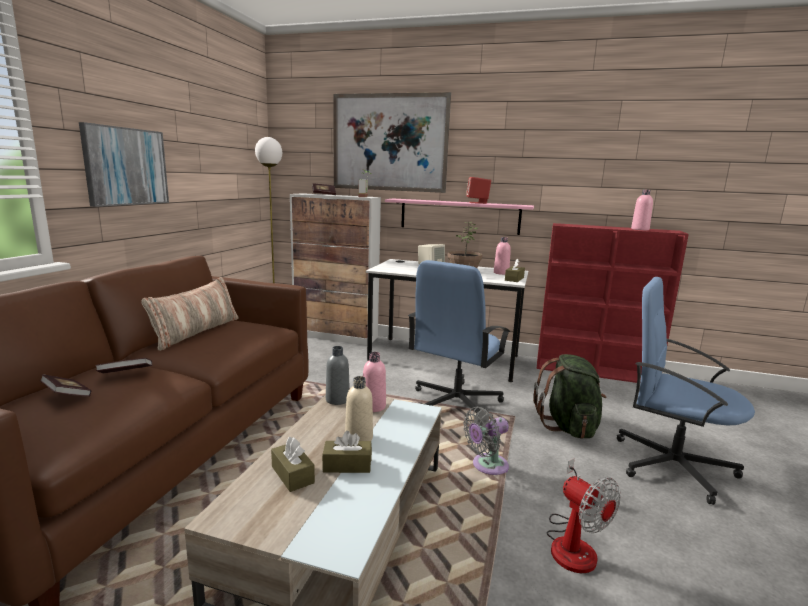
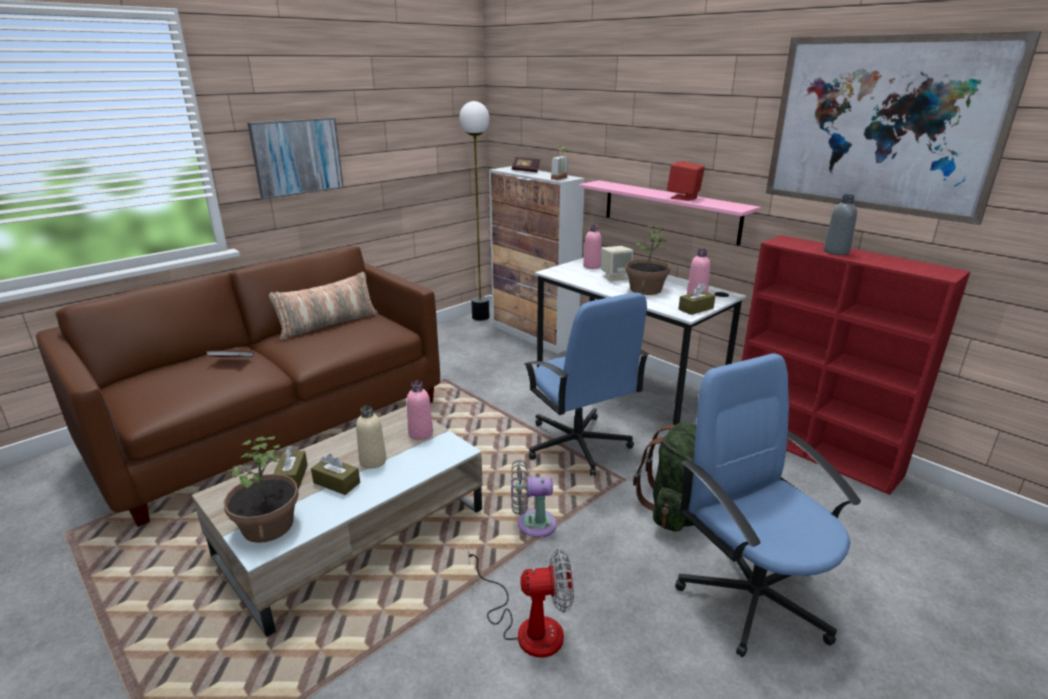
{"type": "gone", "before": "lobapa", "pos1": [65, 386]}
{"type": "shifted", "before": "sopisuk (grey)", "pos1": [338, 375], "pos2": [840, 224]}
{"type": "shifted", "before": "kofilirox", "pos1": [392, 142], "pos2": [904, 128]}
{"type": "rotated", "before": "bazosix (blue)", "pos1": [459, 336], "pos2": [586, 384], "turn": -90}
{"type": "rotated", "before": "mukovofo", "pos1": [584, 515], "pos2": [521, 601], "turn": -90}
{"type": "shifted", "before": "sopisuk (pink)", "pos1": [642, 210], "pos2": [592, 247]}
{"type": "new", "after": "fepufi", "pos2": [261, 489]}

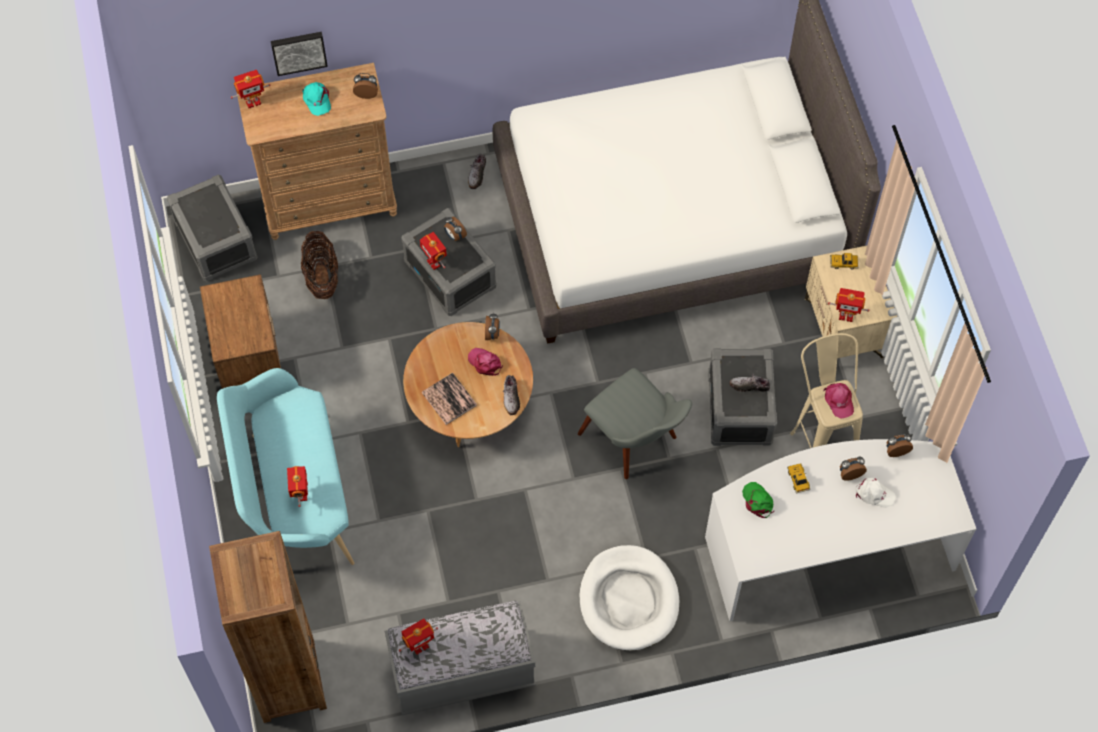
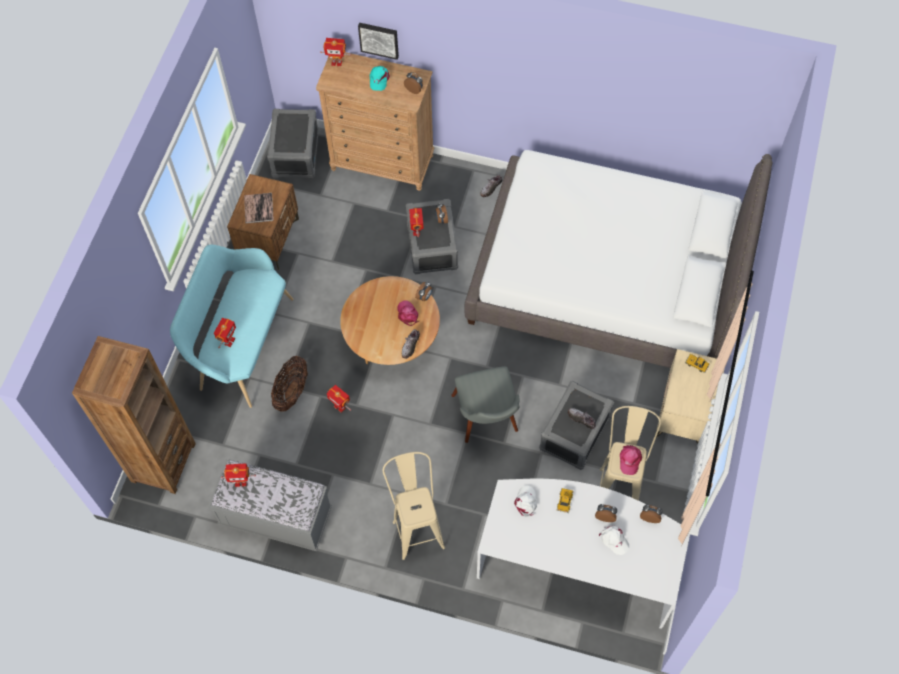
{"type": "shifted", "before": "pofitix", "pos1": [319, 265], "pos2": [289, 384]}
{"type": "shifted", "before": "lobapa", "pos1": [449, 399], "pos2": [259, 208]}
{"type": "swapped", "before": "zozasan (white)", "after": "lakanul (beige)", "pos1": [629, 598], "pos2": [414, 506]}
{"type": "repainted", "before": "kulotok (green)", "after": "kulotok (white)", "pos1": [758, 500], "pos2": [525, 501]}
{"type": "shifted", "before": "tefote", "pos1": [849, 305], "pos2": [339, 398]}

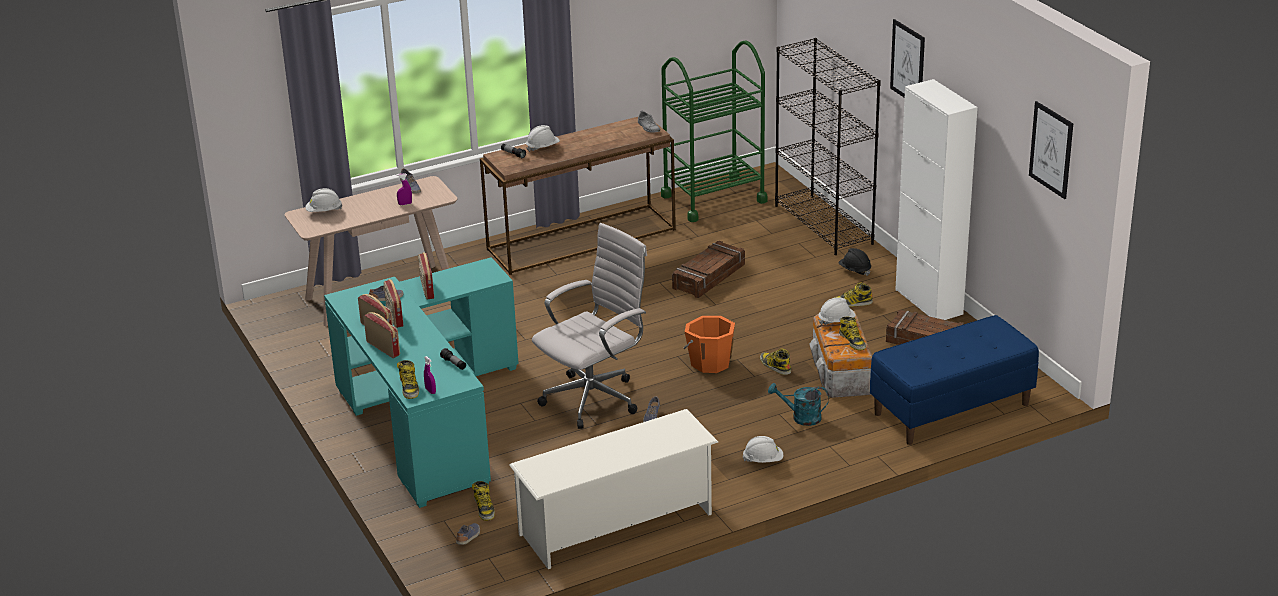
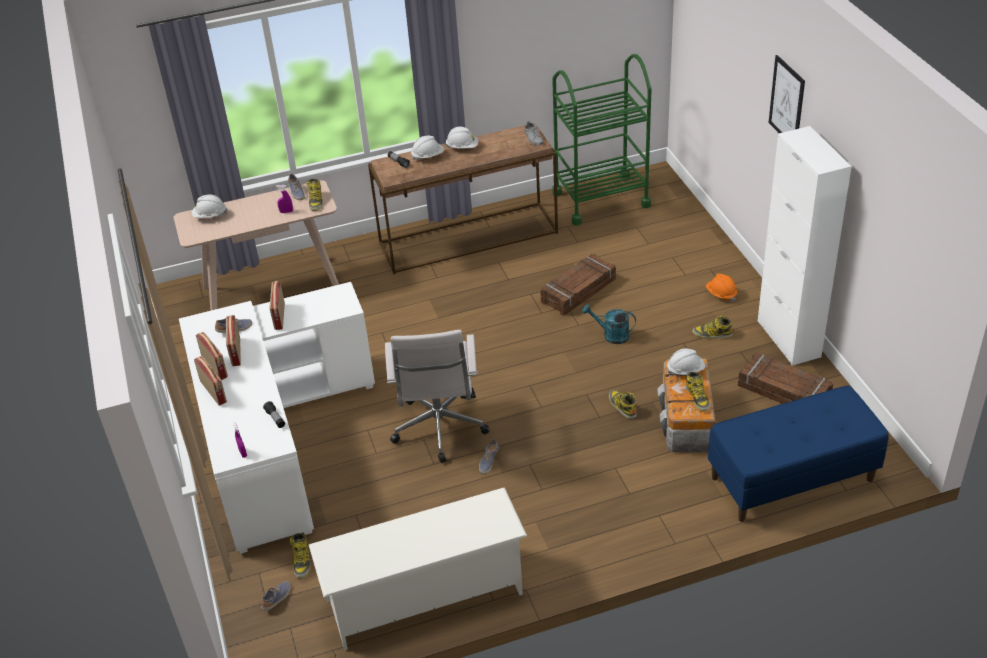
{"type": "repainted", "before": "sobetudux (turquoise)", "after": "sobetudux (white)", "pos1": [421, 382], "pos2": [277, 418]}
{"type": "shifted", "before": "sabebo", "pos1": [408, 379], "pos2": [314, 195]}
{"type": "rotated", "before": "bazosix (white)", "pos1": [589, 326], "pos2": [437, 396], "turn": 120}
{"type": "gone", "before": "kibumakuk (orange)", "pos1": [709, 344]}
{"type": "shifted", "before": "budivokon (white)", "pos1": [763, 449], "pos2": [462, 137]}
{"type": "shifted", "before": "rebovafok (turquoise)", "pos1": [798, 404], "pos2": [609, 324]}
{"type": "gone", "before": "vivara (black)", "pos1": [828, 146]}
{"type": "repainted", "before": "budivokon (black)", "after": "budivokon (orange)", "pos1": [854, 262], "pos2": [721, 288]}
{"type": "gone", "before": "kofilirox", "pos1": [1051, 150]}

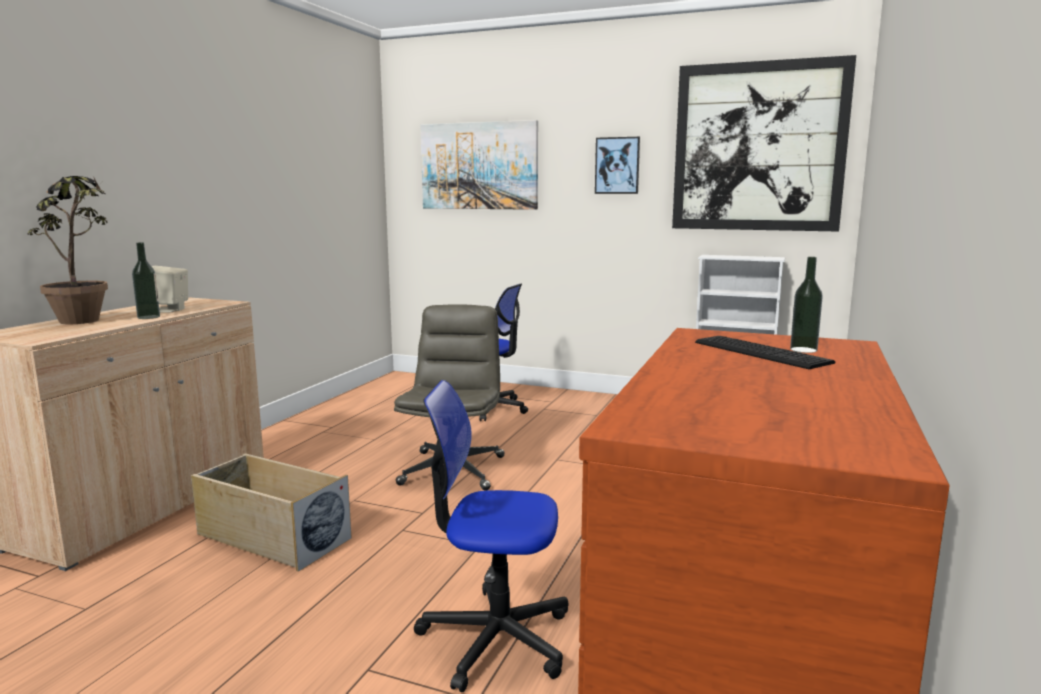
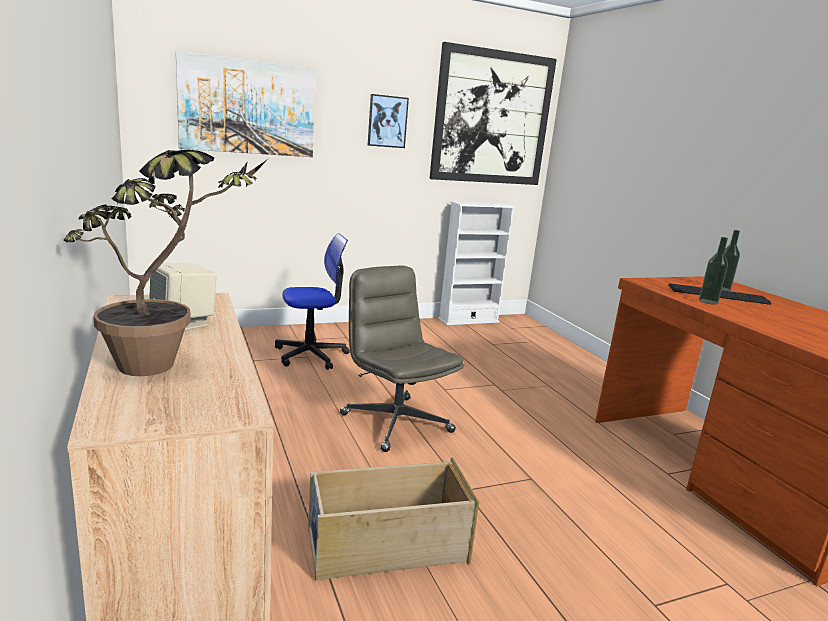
{"type": "shifted", "before": "sopisuk", "pos1": [146, 280], "pos2": [713, 271]}
{"type": "gone", "before": "bazosix", "pos1": [491, 536]}

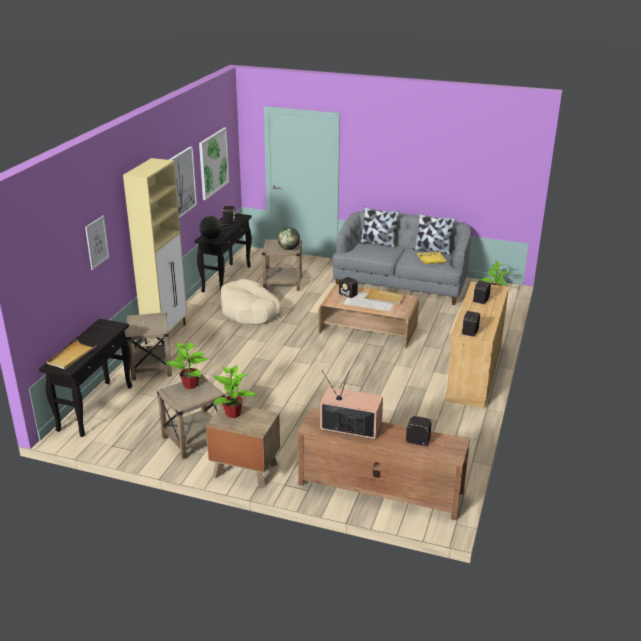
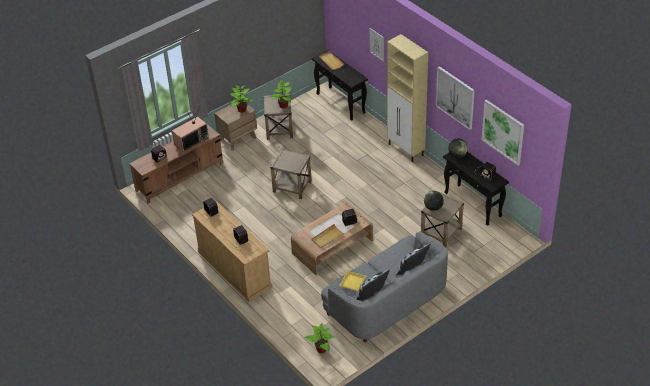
{"type": "shifted", "before": "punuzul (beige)", "pos1": [149, 346], "pos2": [291, 174]}
{"type": "gone", "before": "zozasan (beige)", "pos1": [251, 302]}

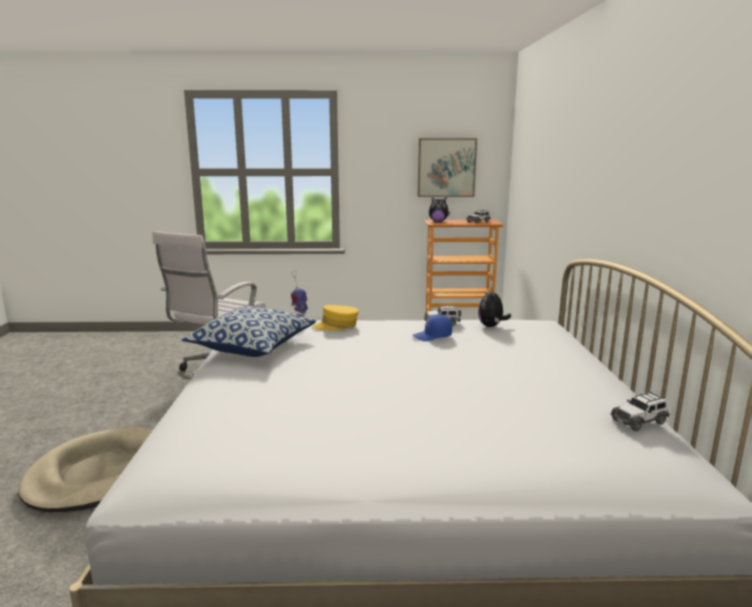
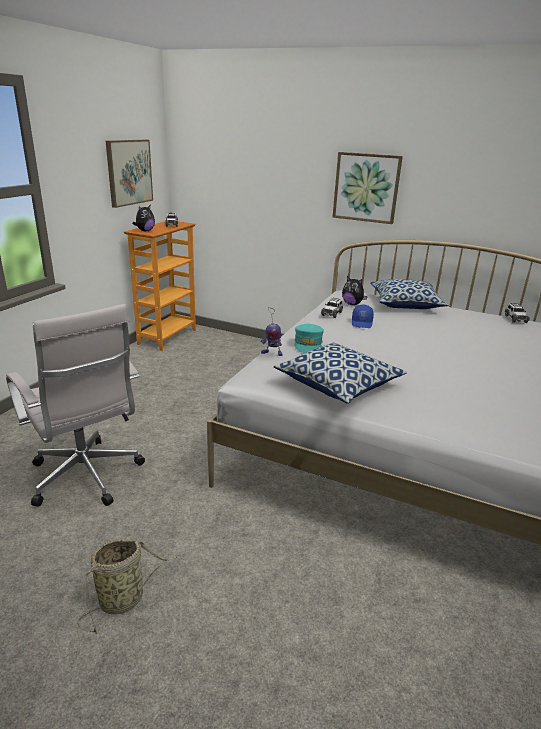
{"type": "gone", "before": "zozasan (beige)", "pos1": [85, 469]}
{"type": "repainted", "before": "kulotok (yellow)", "after": "kulotok (turquoise)", "pos1": [335, 318], "pos2": [309, 338]}
{"type": "new", "after": "pofitix", "pos2": [127, 586]}
{"type": "new", "after": "kofilirox", "pos2": [368, 188]}
{"type": "new", "after": "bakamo", "pos2": [409, 294]}

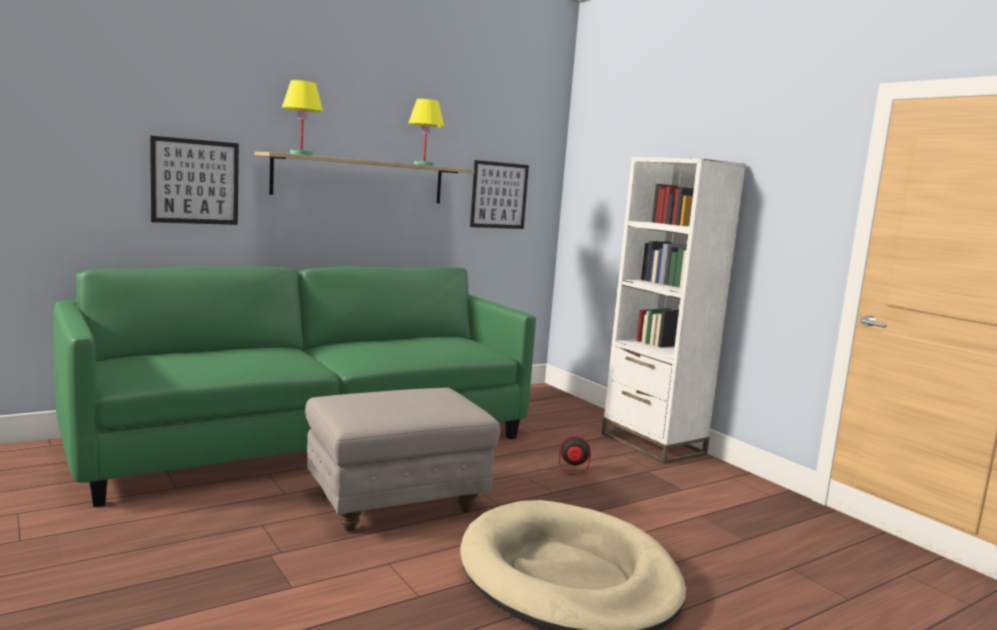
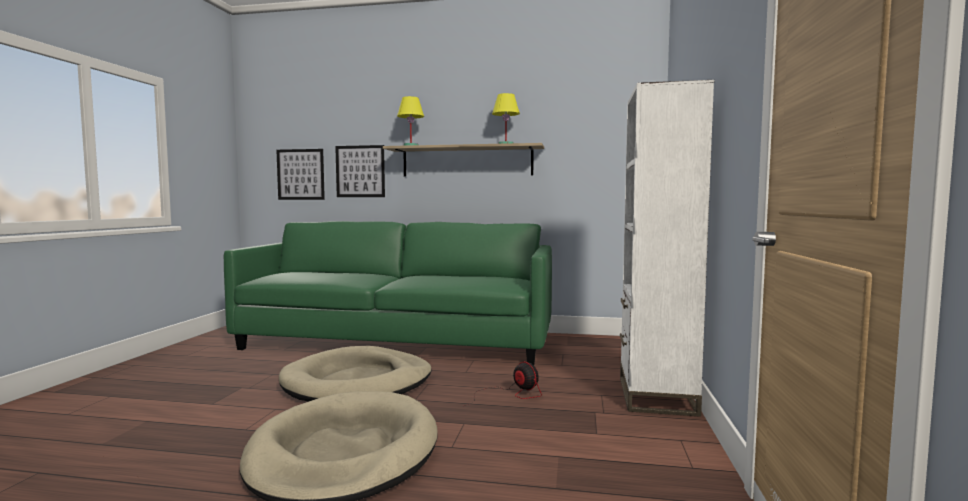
{"type": "swapped", "before": "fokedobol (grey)", "after": "zozasan (beige)", "pos1": [402, 460], "pos2": [355, 374]}
{"type": "shifted", "before": "kofilirox", "pos1": [499, 194], "pos2": [300, 174]}

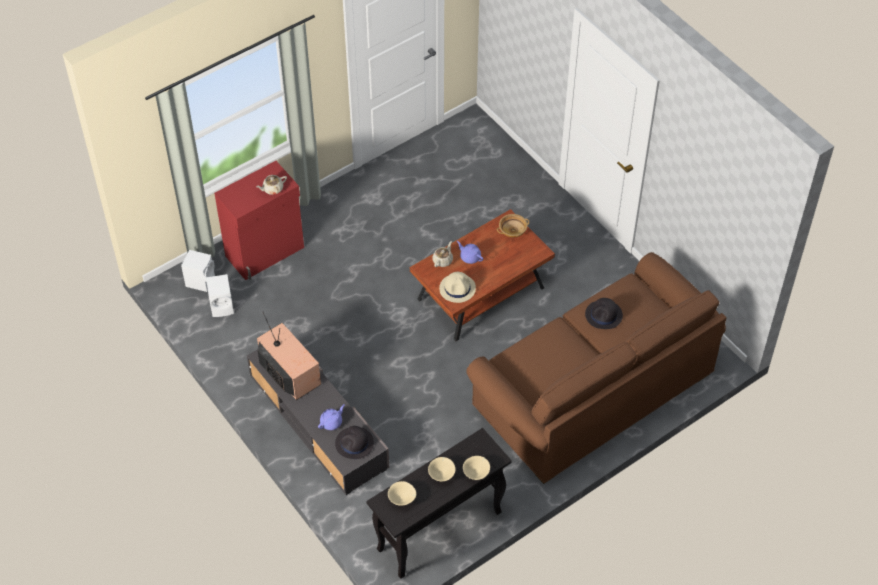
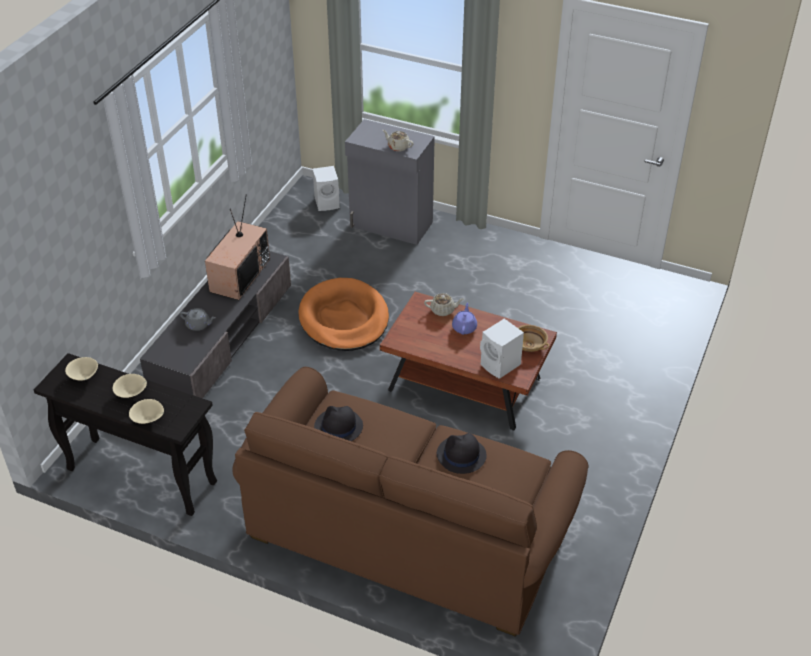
{"type": "shifted", "before": "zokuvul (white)", "pos1": [220, 295], "pos2": [502, 349]}
{"type": "repainted", "before": "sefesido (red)", "after": "sefesido (grey)", "pos1": [259, 220], "pos2": [390, 182]}
{"type": "repainted", "before": "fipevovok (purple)", "after": "fipevovok (grey)", "pos1": [331, 417], "pos2": [198, 319]}
{"type": "shifted", "before": "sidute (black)", "pos1": [354, 442], "pos2": [338, 423]}
{"type": "gone", "before": "sidute (beige)", "pos1": [457, 287]}
{"type": "new", "after": "zozasan (orange)", "pos2": [344, 314]}

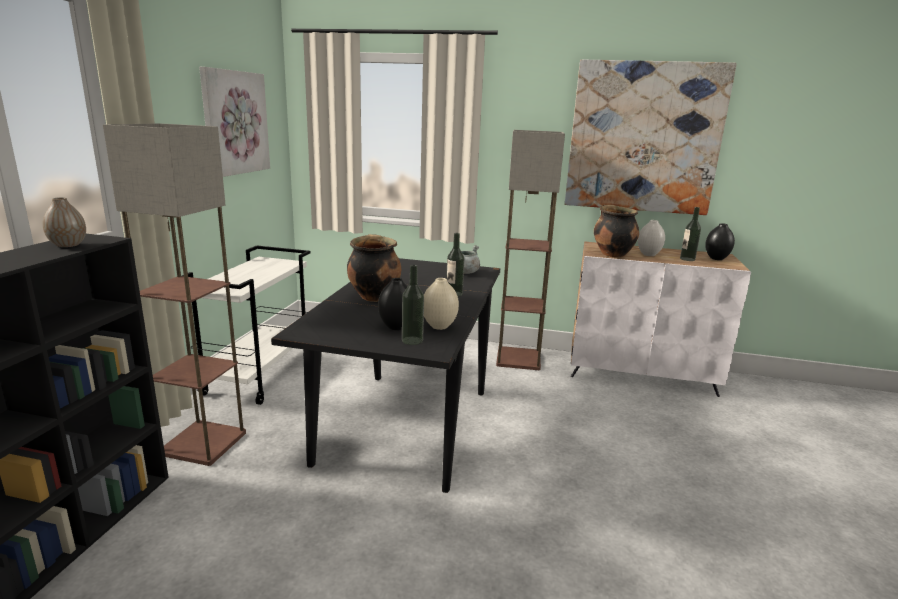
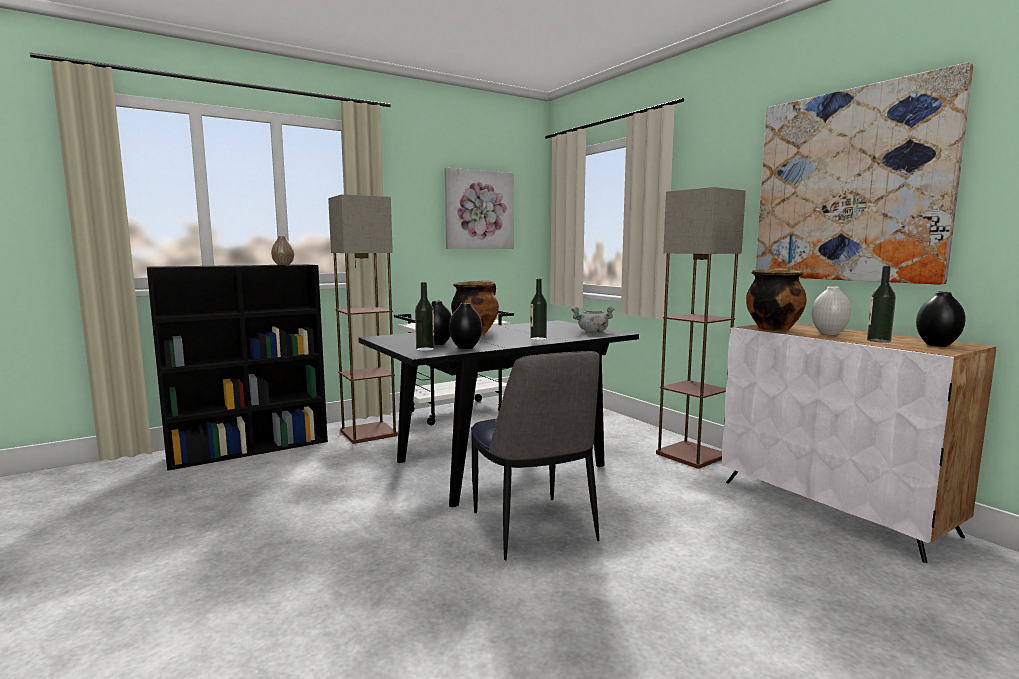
{"type": "repainted", "before": "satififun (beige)", "after": "satififun (black)", "pos1": [441, 304], "pos2": [465, 326]}
{"type": "new", "after": "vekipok", "pos2": [535, 455]}

